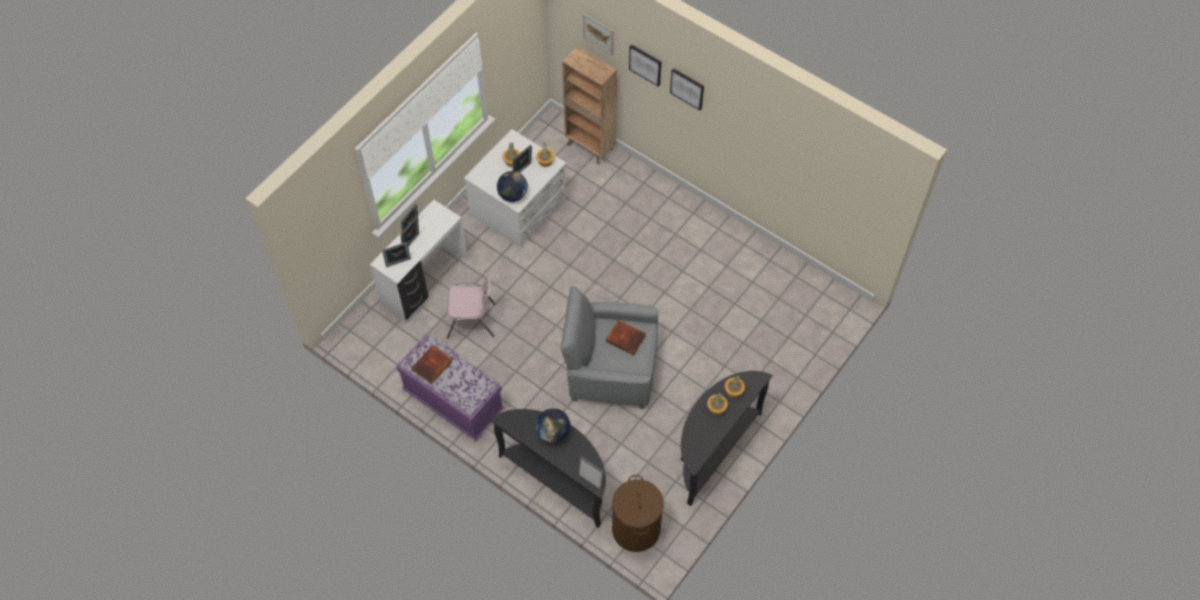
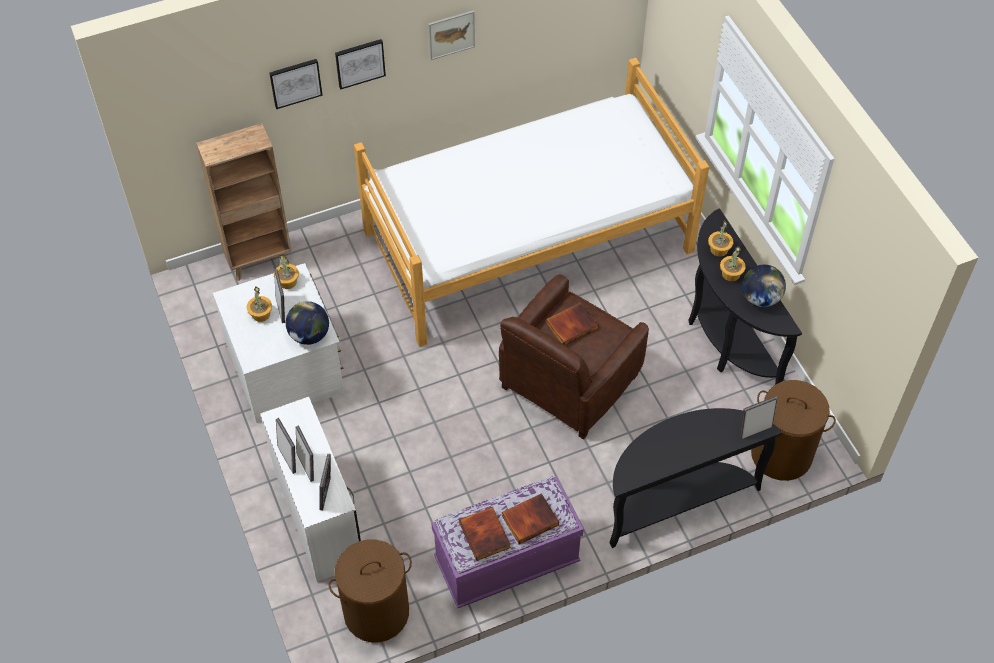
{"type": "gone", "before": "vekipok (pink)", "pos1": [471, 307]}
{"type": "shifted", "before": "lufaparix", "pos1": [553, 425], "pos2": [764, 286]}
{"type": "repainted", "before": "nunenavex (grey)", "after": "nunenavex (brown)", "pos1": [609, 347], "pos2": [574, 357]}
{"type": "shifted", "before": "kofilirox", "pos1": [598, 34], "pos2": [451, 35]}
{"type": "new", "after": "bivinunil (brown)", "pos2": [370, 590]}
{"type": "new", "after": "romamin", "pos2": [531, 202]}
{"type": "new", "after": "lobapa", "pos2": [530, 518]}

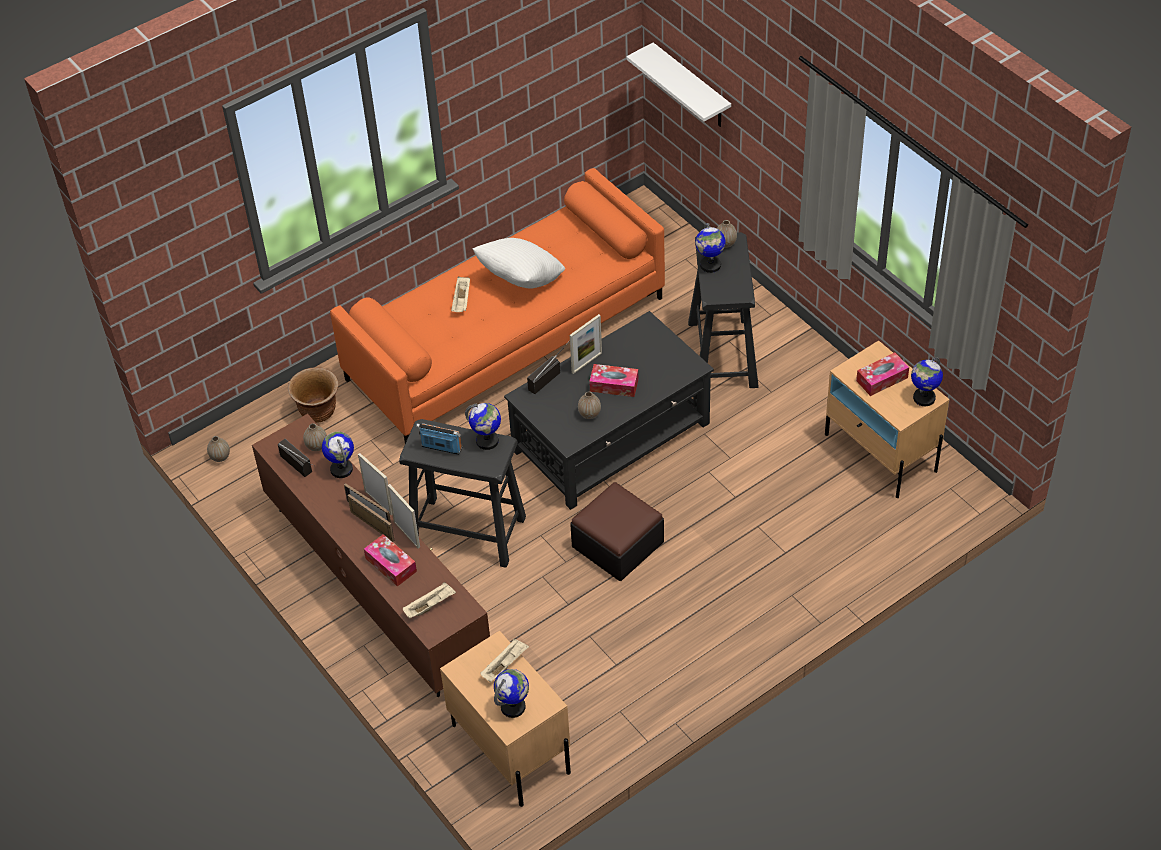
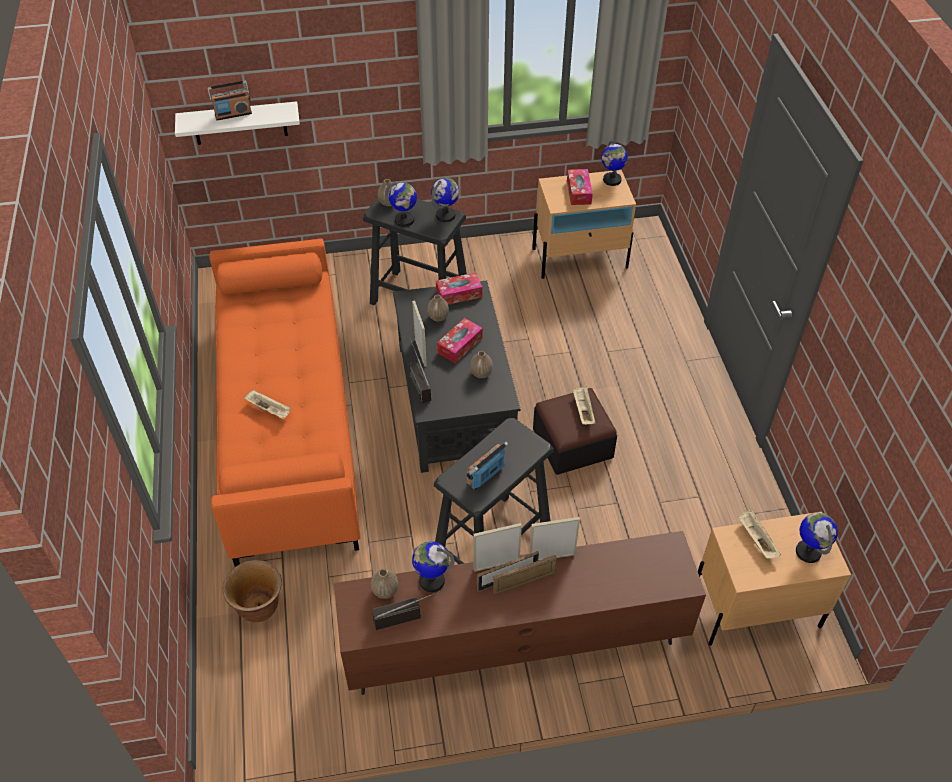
{"type": "shifted", "before": "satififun", "pos1": [218, 449], "pos2": [438, 308]}
{"type": "shifted", "before": "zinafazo", "pos1": [390, 560], "pos2": [459, 288]}
{"type": "shifted", "before": "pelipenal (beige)", "pos1": [429, 600], "pos2": [584, 405]}
{"type": "shifted", "before": "lufaparix", "pos1": [483, 426], "pos2": [445, 200]}
{"type": "gone", "before": "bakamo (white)", "pos1": [518, 263]}
{"type": "new", "after": "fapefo", "pos2": [229, 101]}

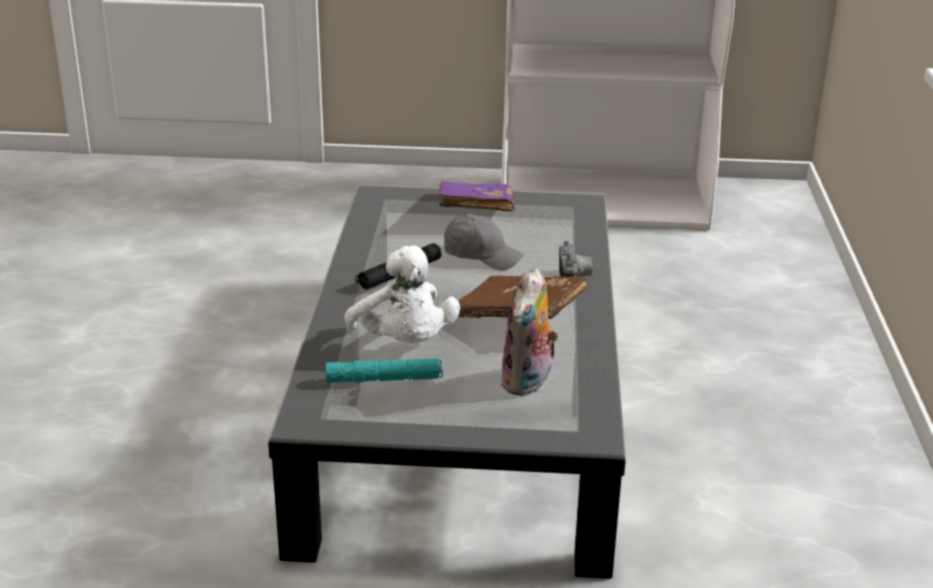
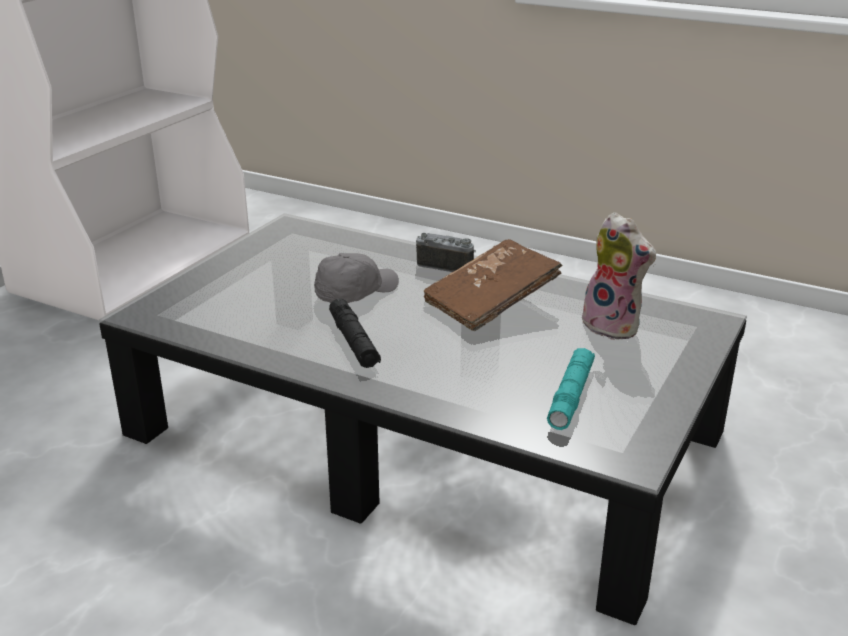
{"type": "gone", "before": "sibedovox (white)", "pos1": [402, 294]}
{"type": "gone", "before": "lobapa (purple)", "pos1": [476, 196]}

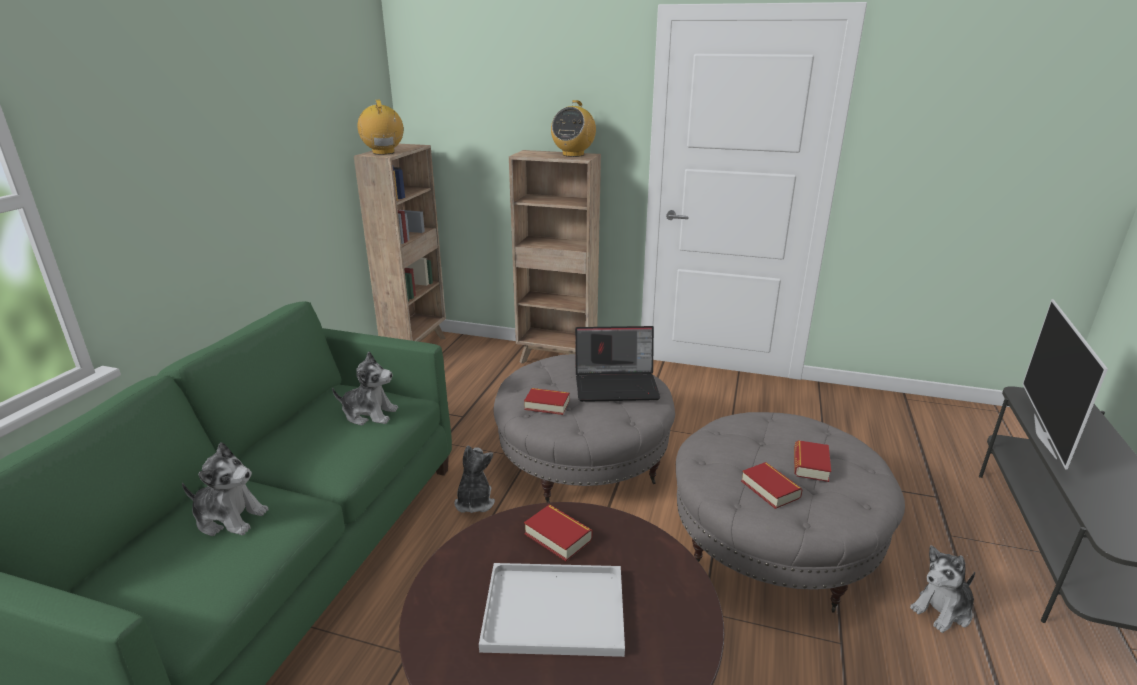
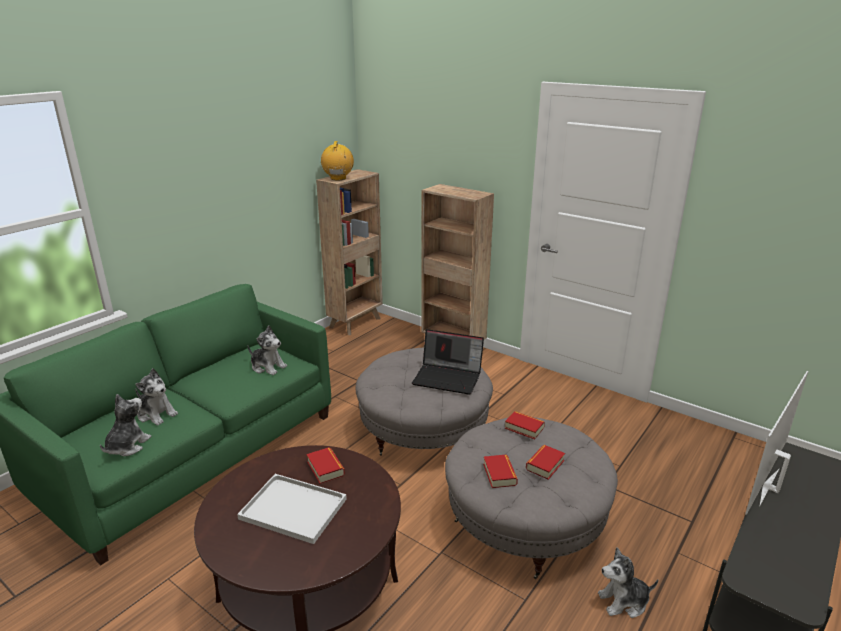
{"type": "shifted", "before": "sibedovox", "pos1": [474, 479], "pos2": [125, 425]}
{"type": "shifted", "before": "lobapa", "pos1": [547, 401], "pos2": [525, 425]}
{"type": "gone", "before": "fapefo", "pos1": [573, 128]}

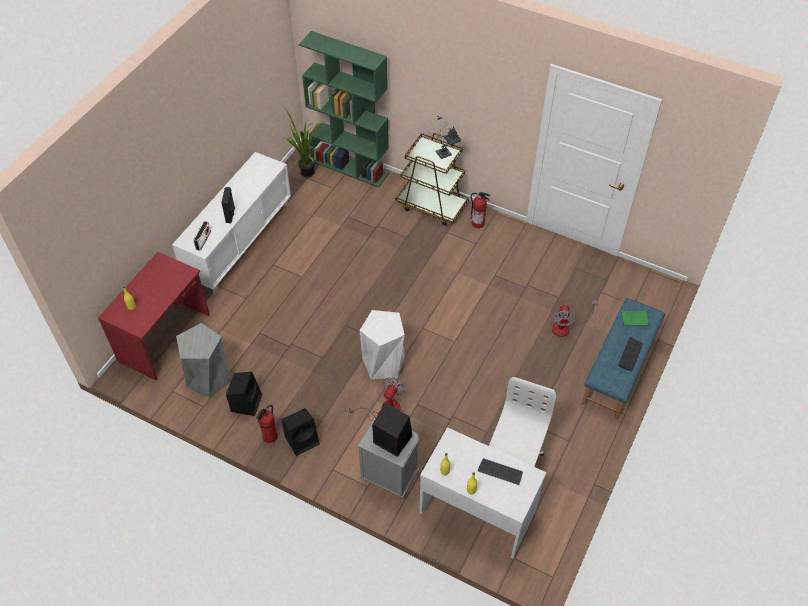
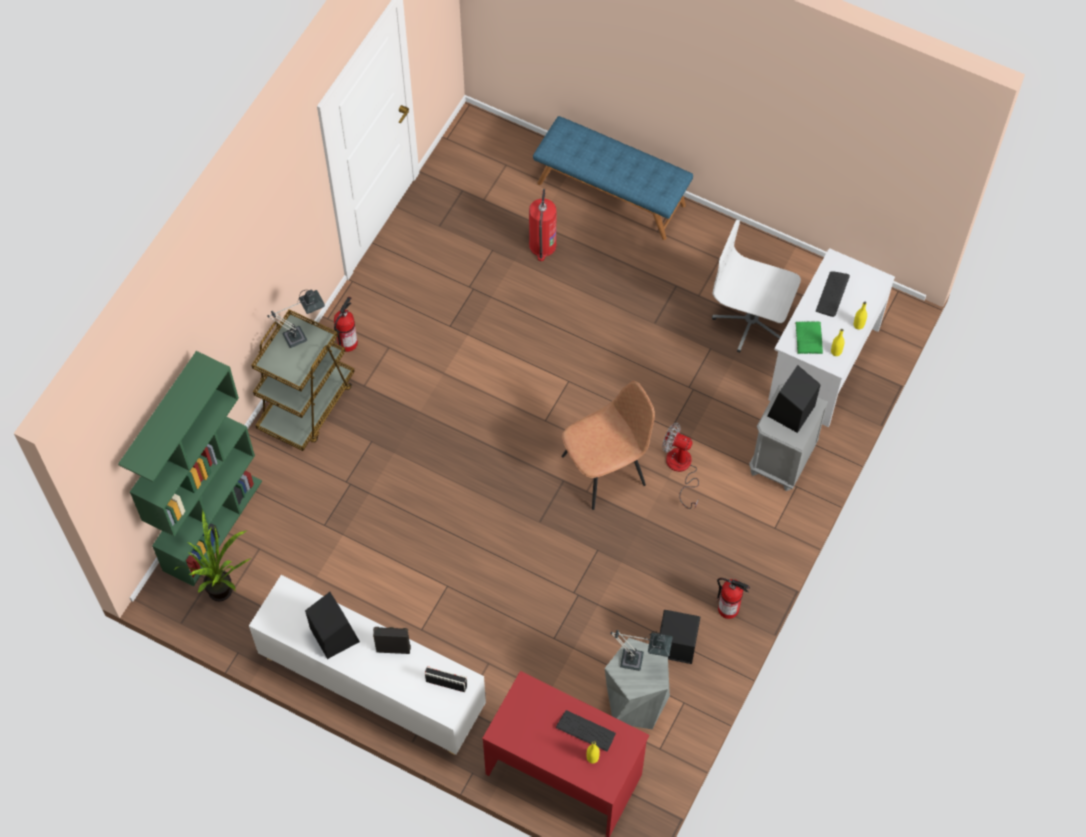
{"type": "shifted", "before": "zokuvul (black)", "pos1": [300, 432], "pos2": [332, 625]}
{"type": "swapped", "before": "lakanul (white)", "after": "vekipok (brown)", "pos1": [382, 344], "pos2": [608, 445]}
{"type": "swapped", "before": "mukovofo", "after": "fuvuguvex", "pos1": [574, 318], "pos2": [543, 225]}
{"type": "shifted", "before": "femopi", "pos1": [630, 354], "pos2": [586, 730]}
{"type": "shifted", "before": "lobapa (green)", "pos1": [635, 318], "pos2": [809, 337]}
{"type": "new", "after": "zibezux", "pos2": [641, 650]}

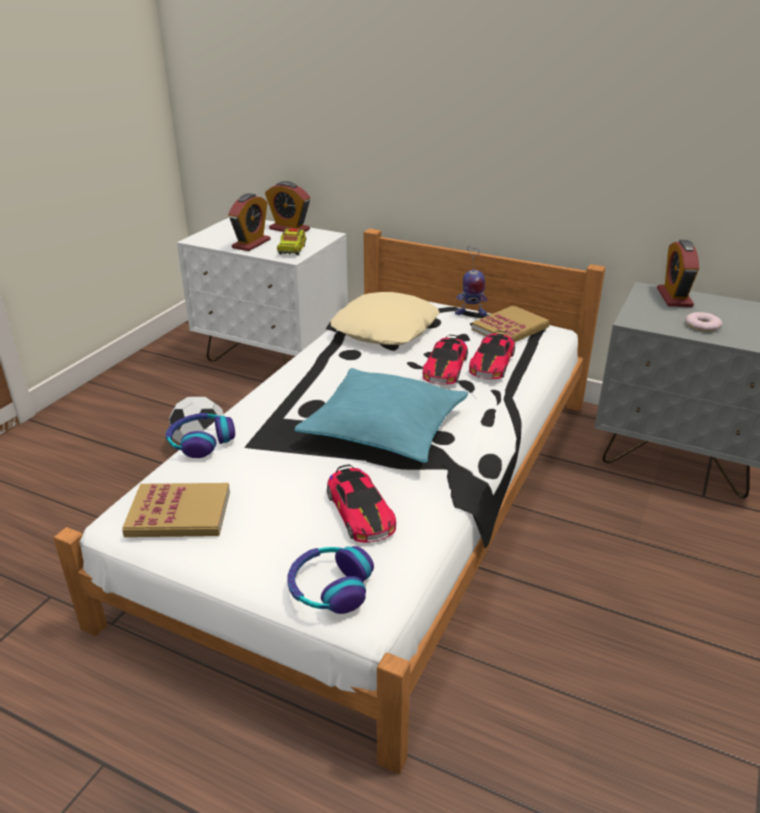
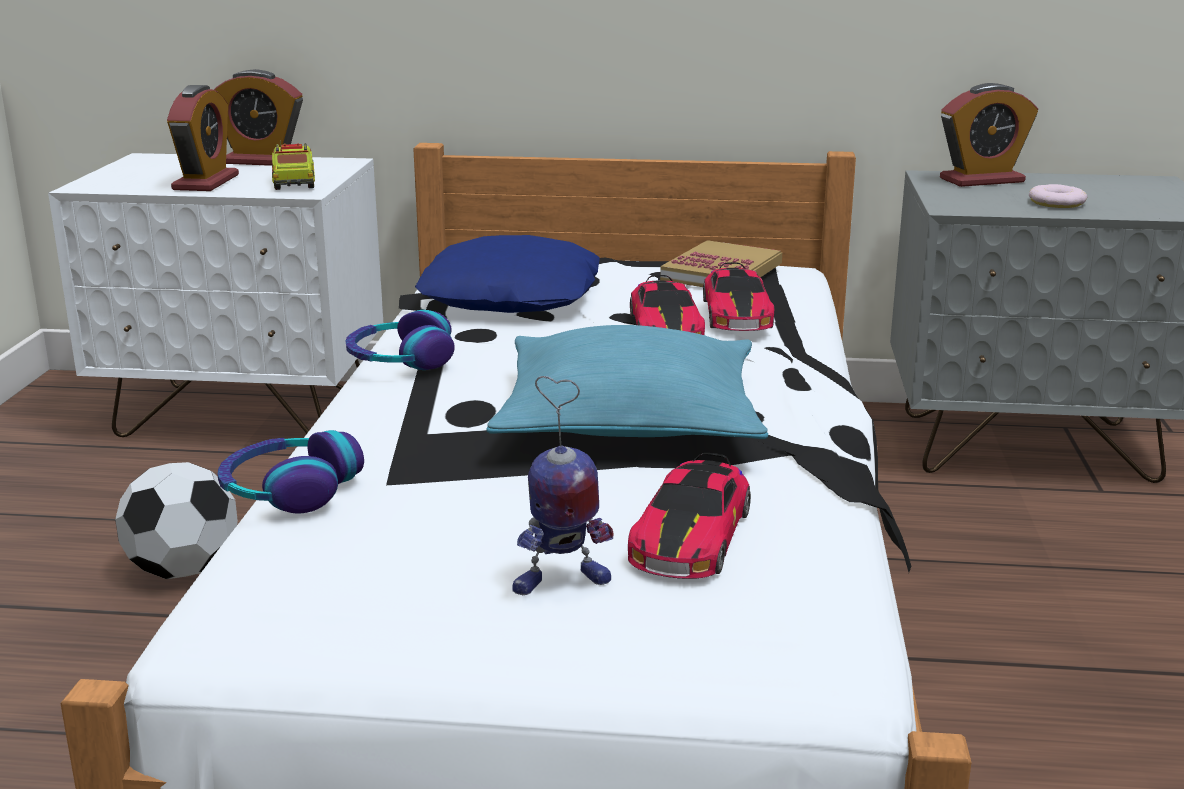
{"type": "gone", "before": "lobapa", "pos1": [176, 510]}
{"type": "shifted", "before": "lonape", "pos1": [330, 580], "pos2": [400, 340]}
{"type": "rotated", "before": "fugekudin", "pos1": [361, 504], "pos2": [689, 516], "turn": 60}
{"type": "repainted", "before": "bakamo (beige)", "after": "bakamo (blue)", "pos1": [385, 318], "pos2": [507, 274]}
{"type": "shifted", "before": "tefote", "pos1": [471, 281], "pos2": [563, 485]}
{"type": "rotated", "before": "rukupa", "pos1": [678, 273], "pos2": [989, 135], "turn": -90}

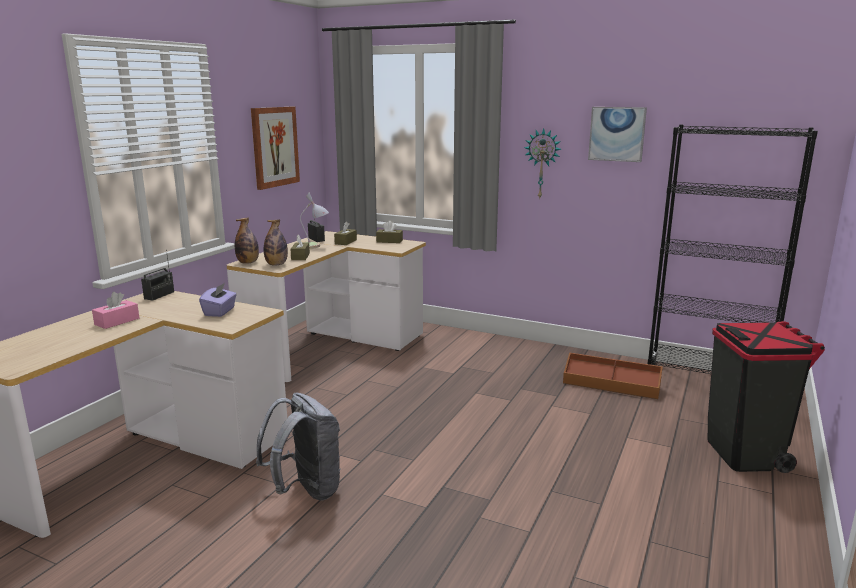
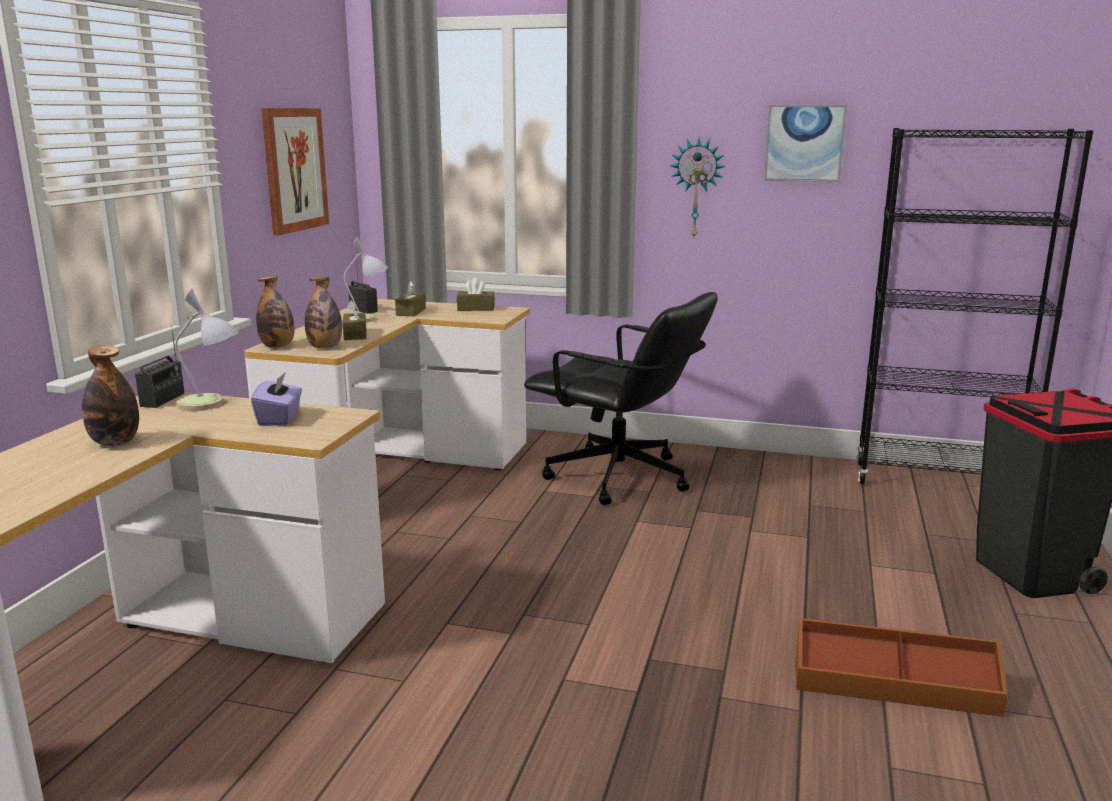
{"type": "swapped", "before": "zinafazo (pink)", "after": "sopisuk", "pos1": [115, 310], "pos2": [110, 395]}
{"type": "gone", "before": "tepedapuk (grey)", "pos1": [298, 447]}
{"type": "shifted", "before": "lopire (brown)", "pos1": [613, 375], "pos2": [901, 667]}
{"type": "new", "after": "zibezux", "pos2": [206, 350]}
{"type": "new", "after": "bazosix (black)", "pos2": [621, 398]}

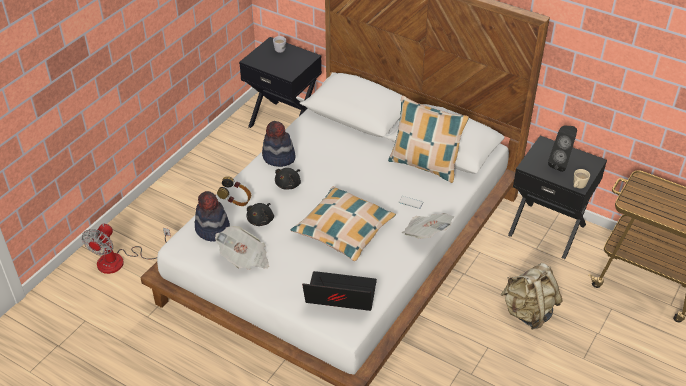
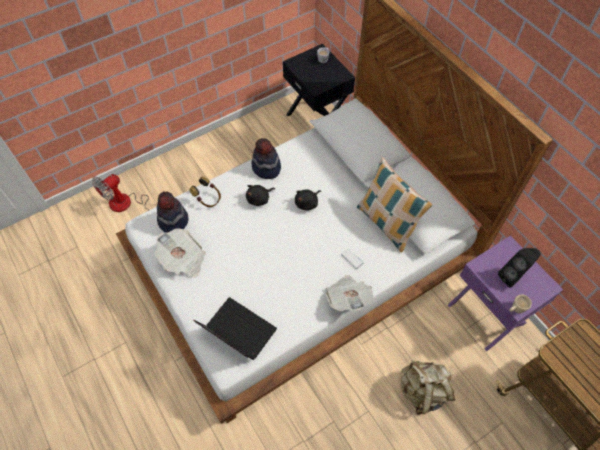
{"type": "shifted", "before": "sibedovox (black)", "pos1": [260, 214], "pos2": [308, 199]}
{"type": "gone", "before": "bakamo", "pos1": [343, 223]}
{"type": "repainted", "before": "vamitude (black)", "after": "vamitude (purple)", "pos1": [557, 197], "pos2": [505, 293]}

